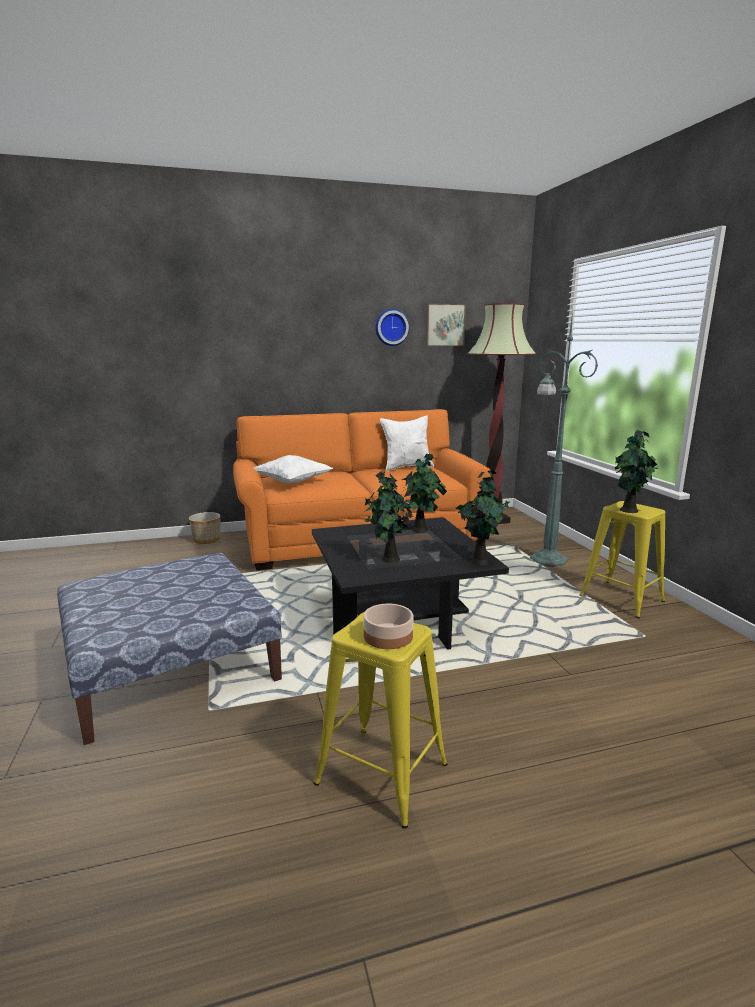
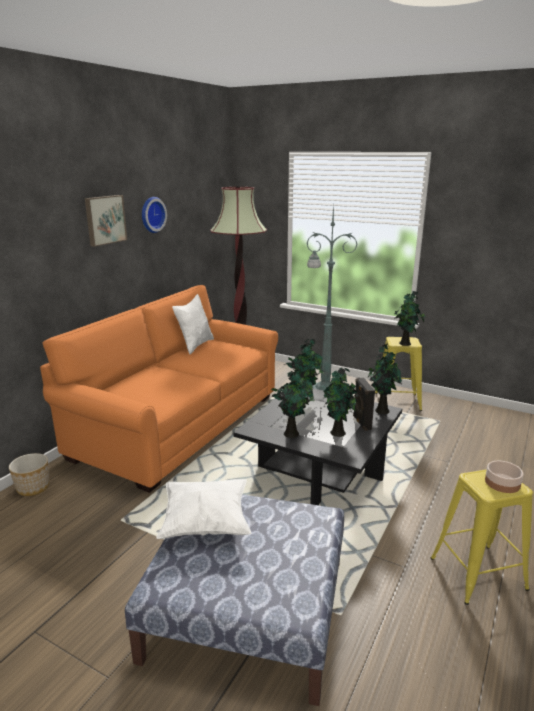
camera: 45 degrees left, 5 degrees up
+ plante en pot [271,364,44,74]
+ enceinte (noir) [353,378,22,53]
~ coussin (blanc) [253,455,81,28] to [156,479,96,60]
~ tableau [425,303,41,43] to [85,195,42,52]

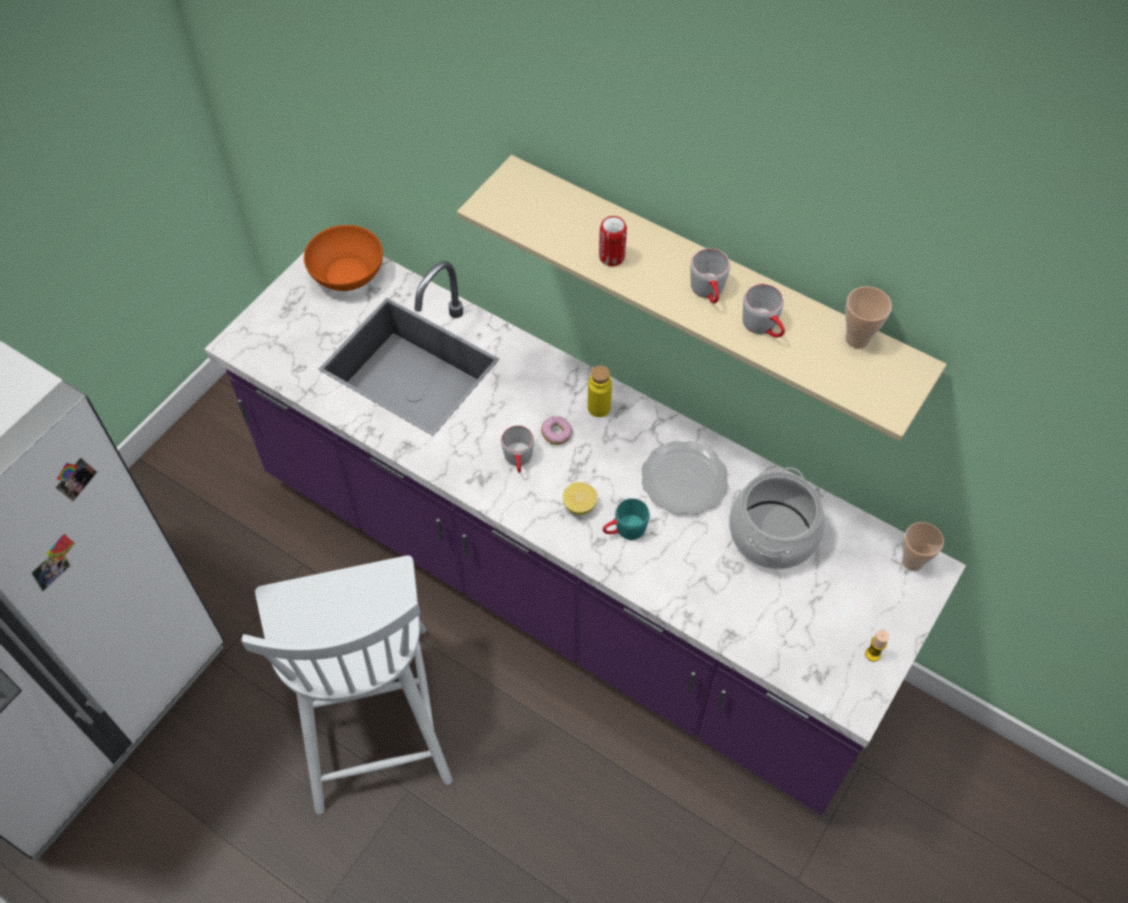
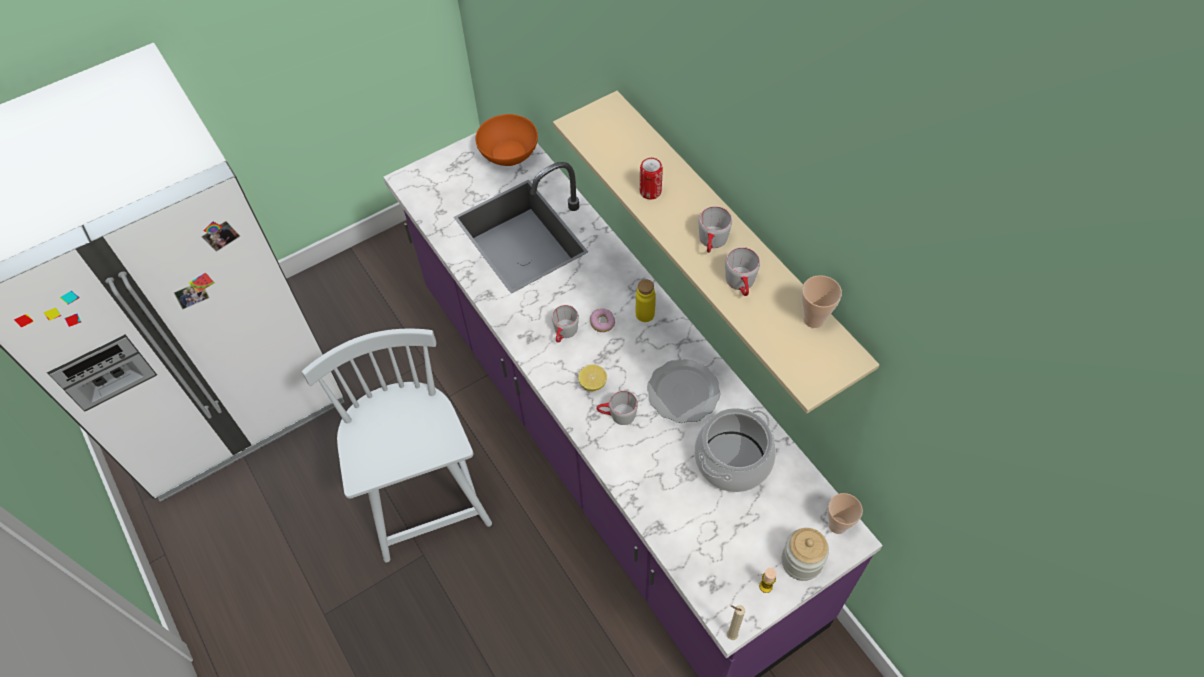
camera: 25 degrees right, 0 degrees up
+ bougie (beige) [727,605,18,35]
+ bocal [782,528,47,53]
~ mug (turquoise) [603,498,47,42] to mug (gris) [596,391,42,34]
~ chaise (blanc) [241,555,211,260] = [302,329,190,234] 150 degrees clockwise

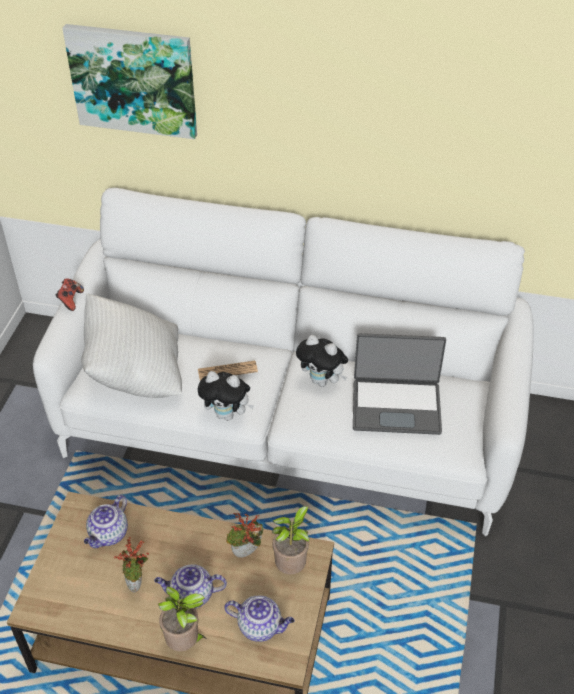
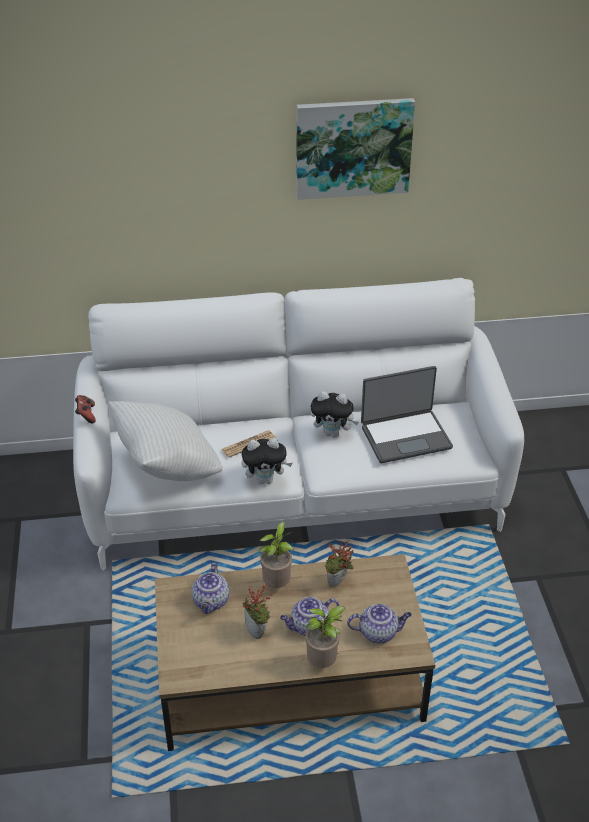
camera: 20 degrees left, 5 degrees down
~ tableau [62,24,135,115] to [296,98,119,102]
~ plante en pot [272,506,40,68] to [259,522,35,66]

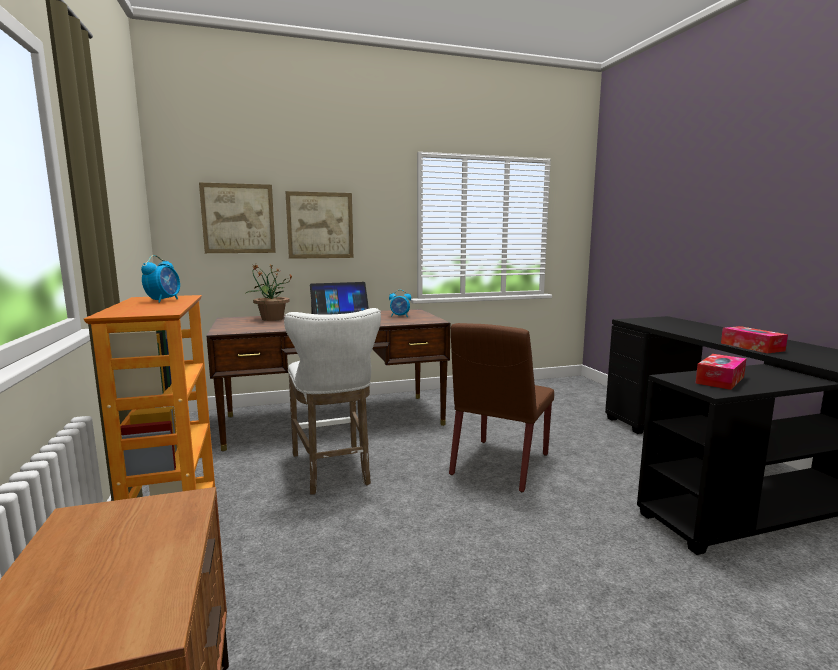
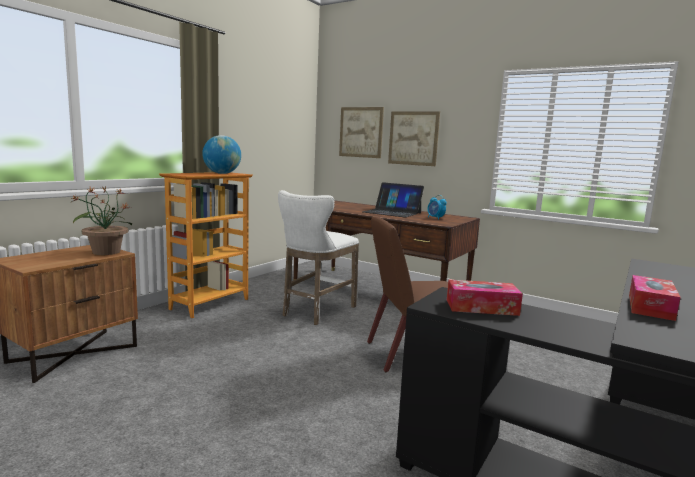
camera: 50 degrees right, 0 degrees up
~ plante en pot [246,264,46,57] to [72,186,60,69]
~ réveil [141,255,39,48] to globe [202,135,39,39]

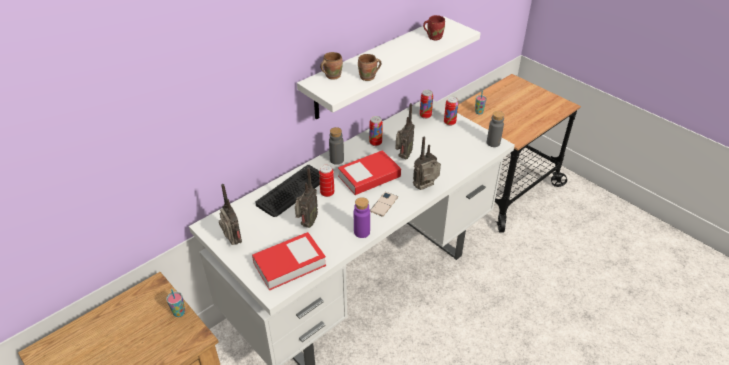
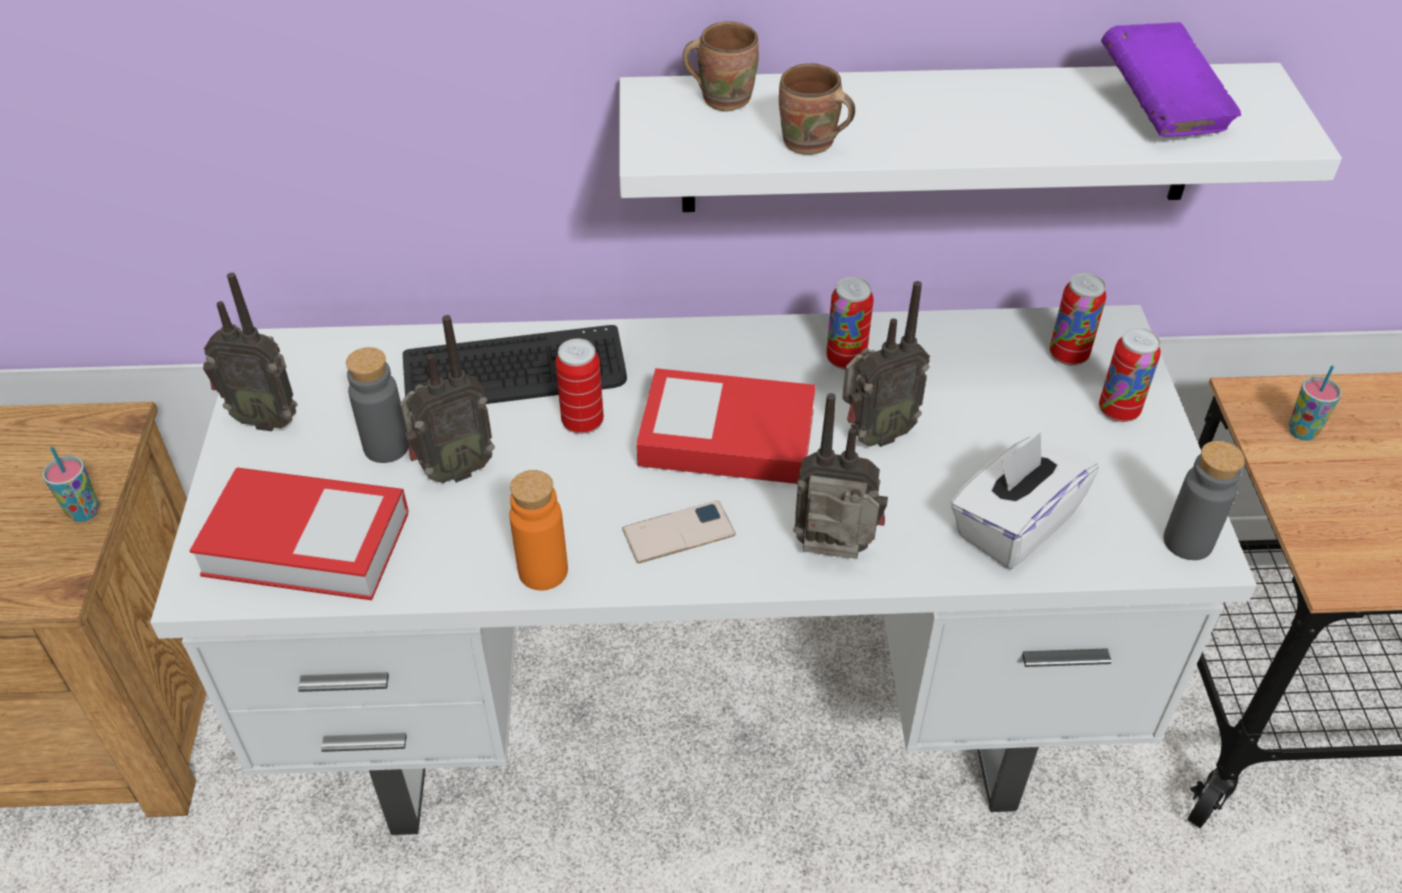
camera: 40 degrees right, 5 degrees up
+ boîte à mouchoirs (blanc) [950,432,149,137]
~ bouteille (gris) [329,127,15,38] to [346,347,63,116]
~ mug (rouge) [423,15,22,26] to livre (violet) [1101,22,140,115]
~ bouteille (violet) [354,197,16,41] to bouteille (orange) [509,470,59,121]
~ radio [219,184,23,61] = [203,272,94,159] 90 degrees clockwise

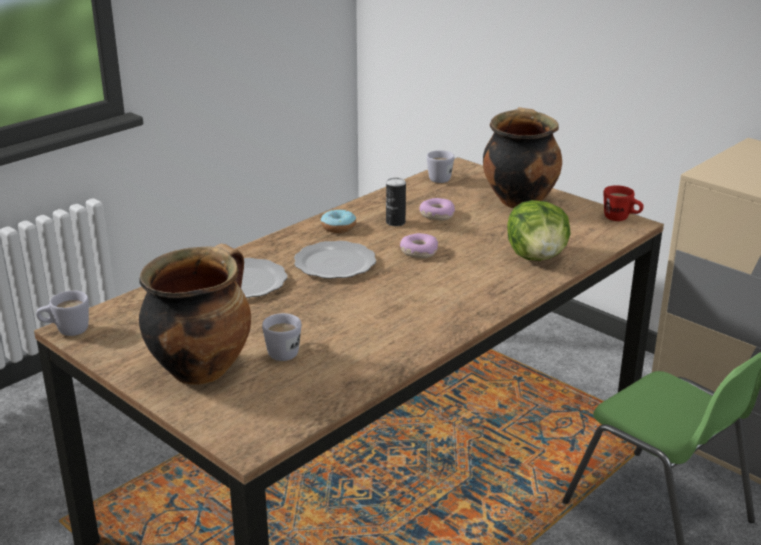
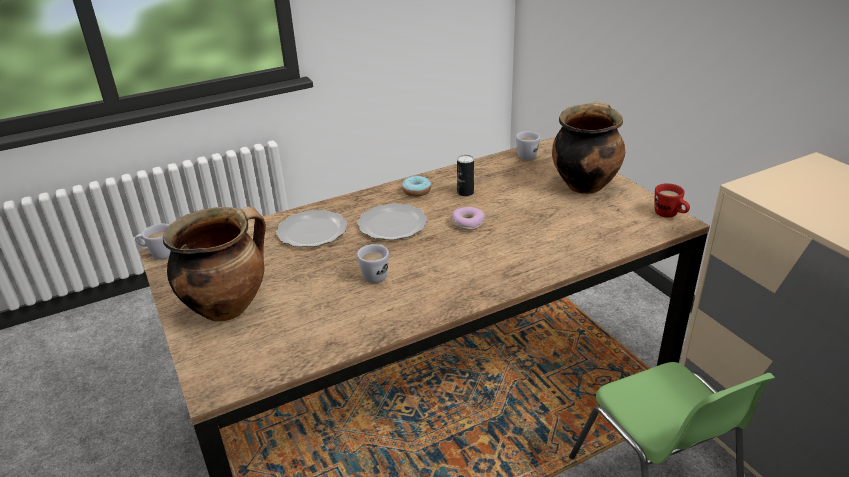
camera: 20 degrees right, 5 degrees up
- beignet [419,198,36,23]
- laitue [507,200,64,61]
~ mug (blanc) [262,313,39,48] to [357,244,32,39]

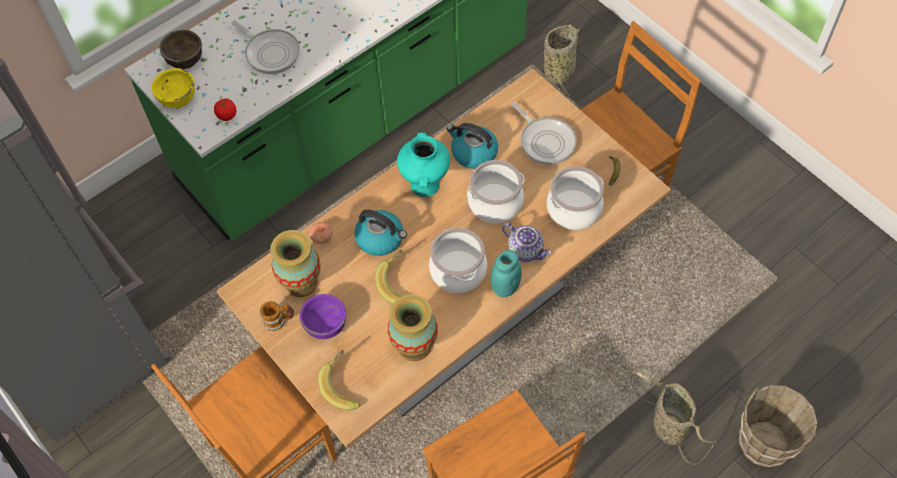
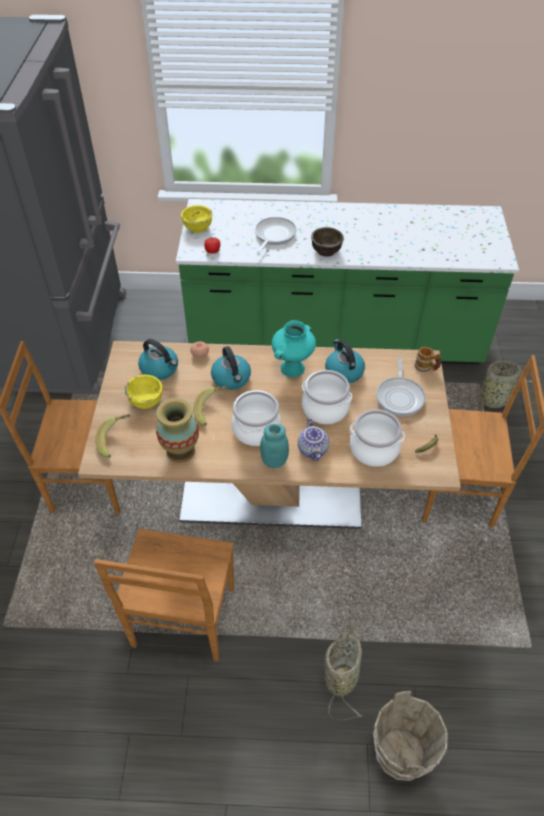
camera: 40 degrees right, 10 degrees down
~ bol (marron) [160,30,42,39] to [311,227,33,29]
~ mug [260,301,34,30] to [415,347,26,25]
~ vase [270,230,51,67] to bouilloire [138,339,40,41]
~ bol (violet) [300,294,46,45] to bol (jaune) [125,375,38,34]
~ poêle [232,20,68,54] = [255,217,41,37] 150 degrees counterclockwise

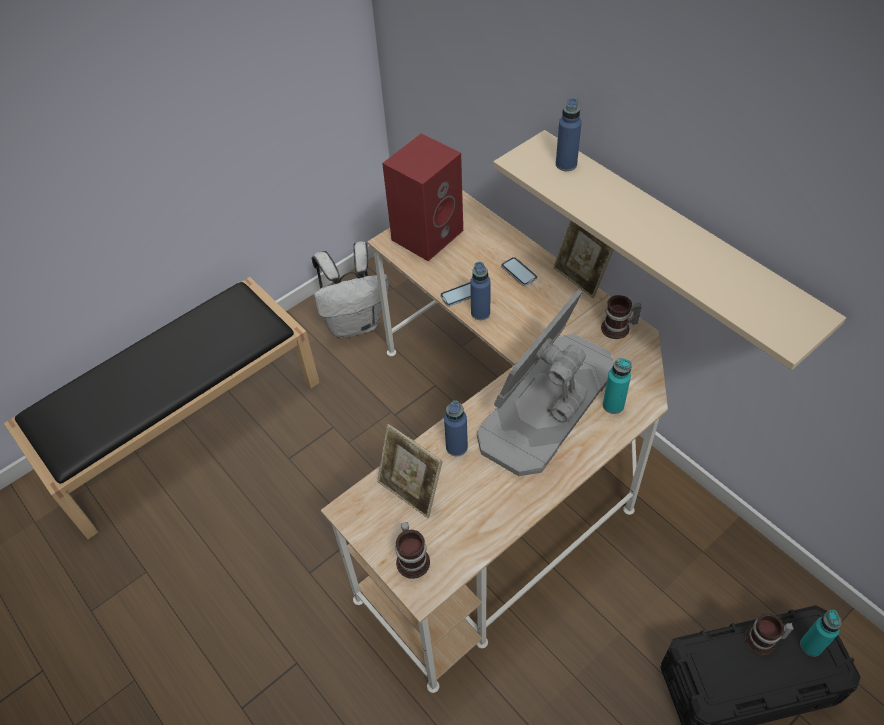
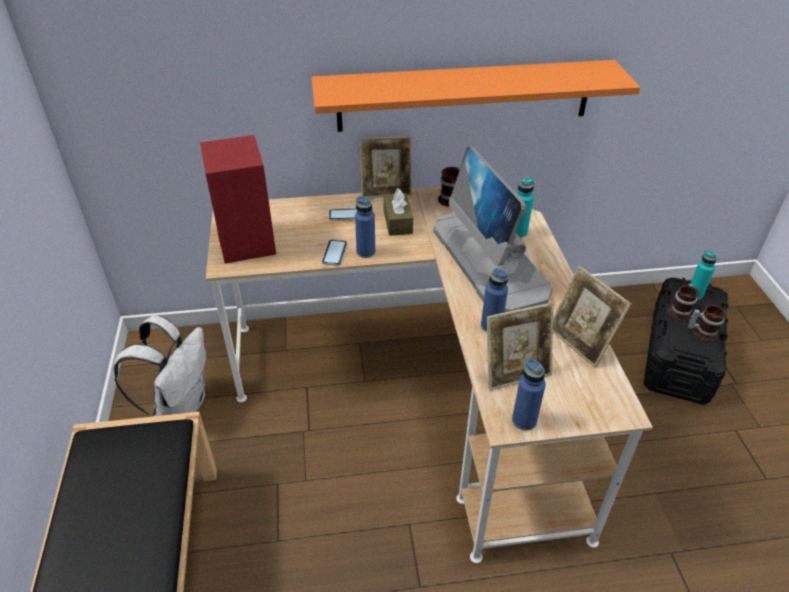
camera: 60 degrees left, 10 degrees down
+ boîte à mouchoirs (marron) [383,188,30,48]
+ cadre photo [553,266,78,102]
~ mug [395,522,35,57] to [688,305,38,37]
~ bouteille (bleu) [556,98,26,73] to [512,358,34,73]
~ étagère (beige) [493,130,353,240] to étagère (orange) [311,60,329,72]

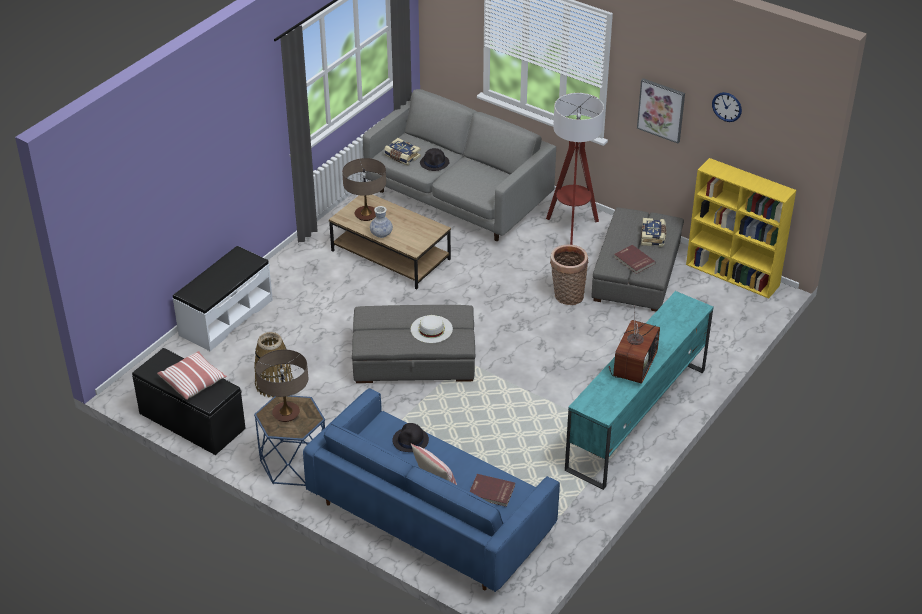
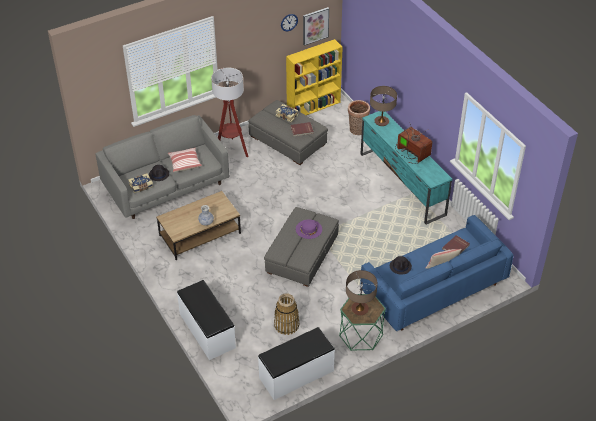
camera: 65 degrees left, 5 degrees up
~ coussin [157,351,70,49] to [168,148,34,24]
~ lampe de table [342,158,44,63] to [370,86,27,40]
~ panier [550,244,38,61] to [348,100,22,35]
~ tableau [637,78,48,65] to [303,7,26,39]
~ banc (noir) [132,348,114,107] to banc (blanc) [258,327,77,73]
~ table d'appoint (bleu) [254,395,71,91] to table d'appoint (vert) [339,294,47,57]
~ chapeau (blanc) [411,315,42,28] to chapeau (violet) [296,220,26,19]

